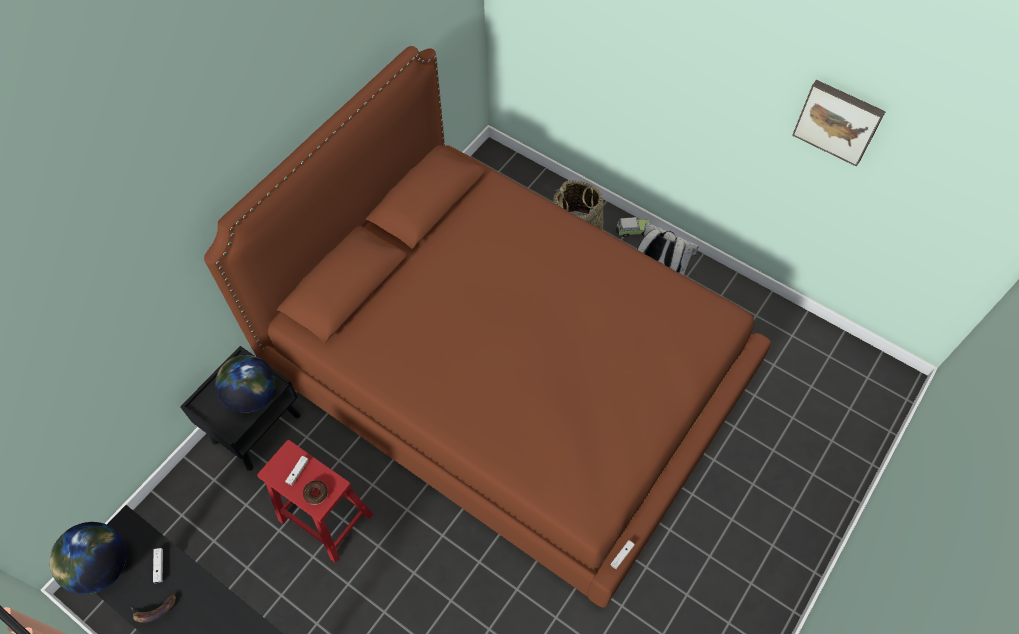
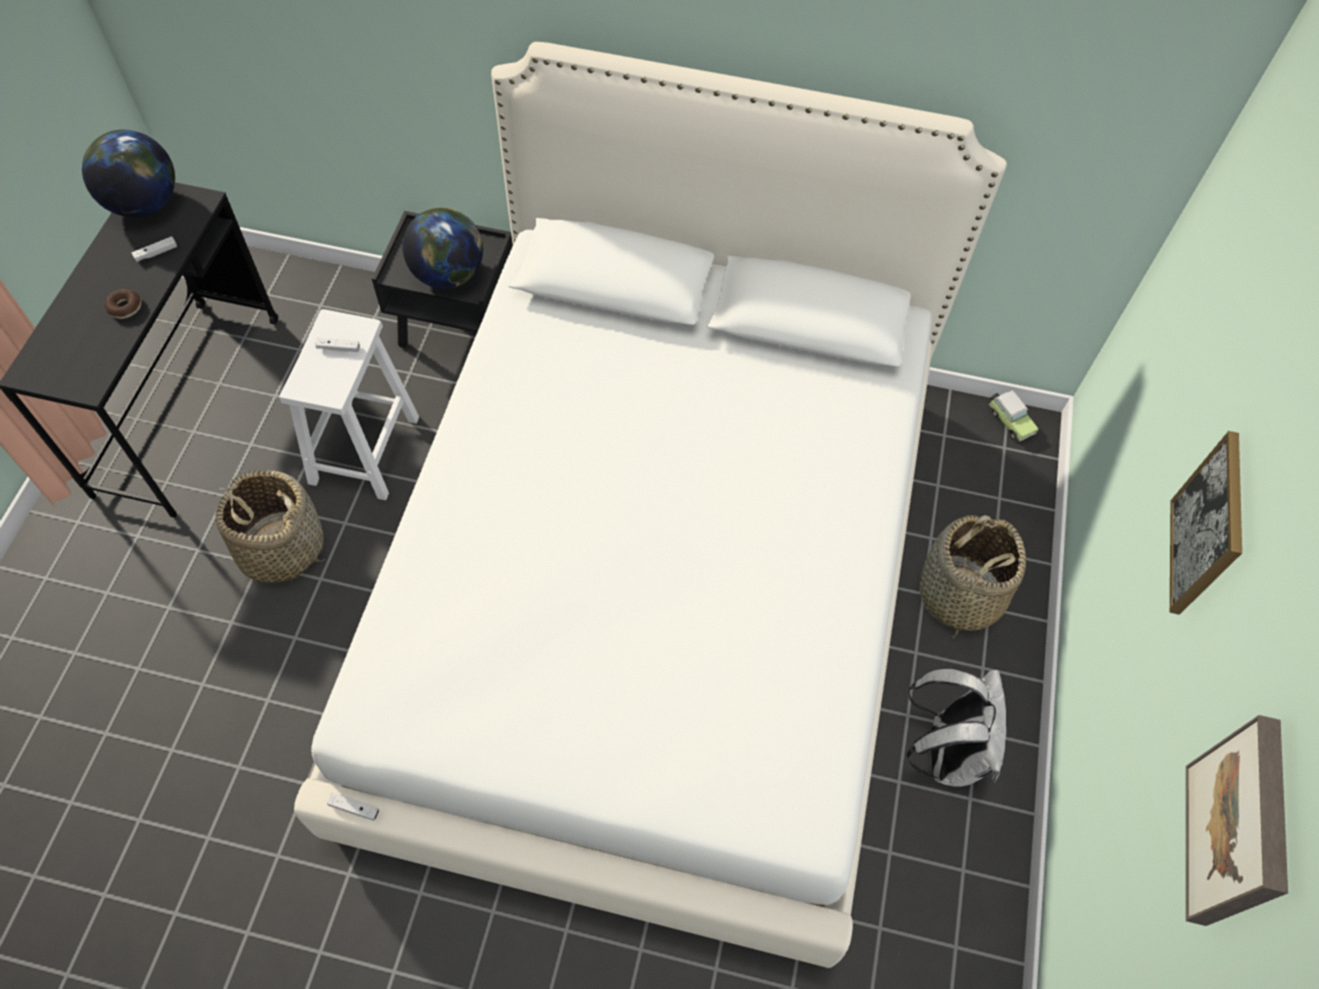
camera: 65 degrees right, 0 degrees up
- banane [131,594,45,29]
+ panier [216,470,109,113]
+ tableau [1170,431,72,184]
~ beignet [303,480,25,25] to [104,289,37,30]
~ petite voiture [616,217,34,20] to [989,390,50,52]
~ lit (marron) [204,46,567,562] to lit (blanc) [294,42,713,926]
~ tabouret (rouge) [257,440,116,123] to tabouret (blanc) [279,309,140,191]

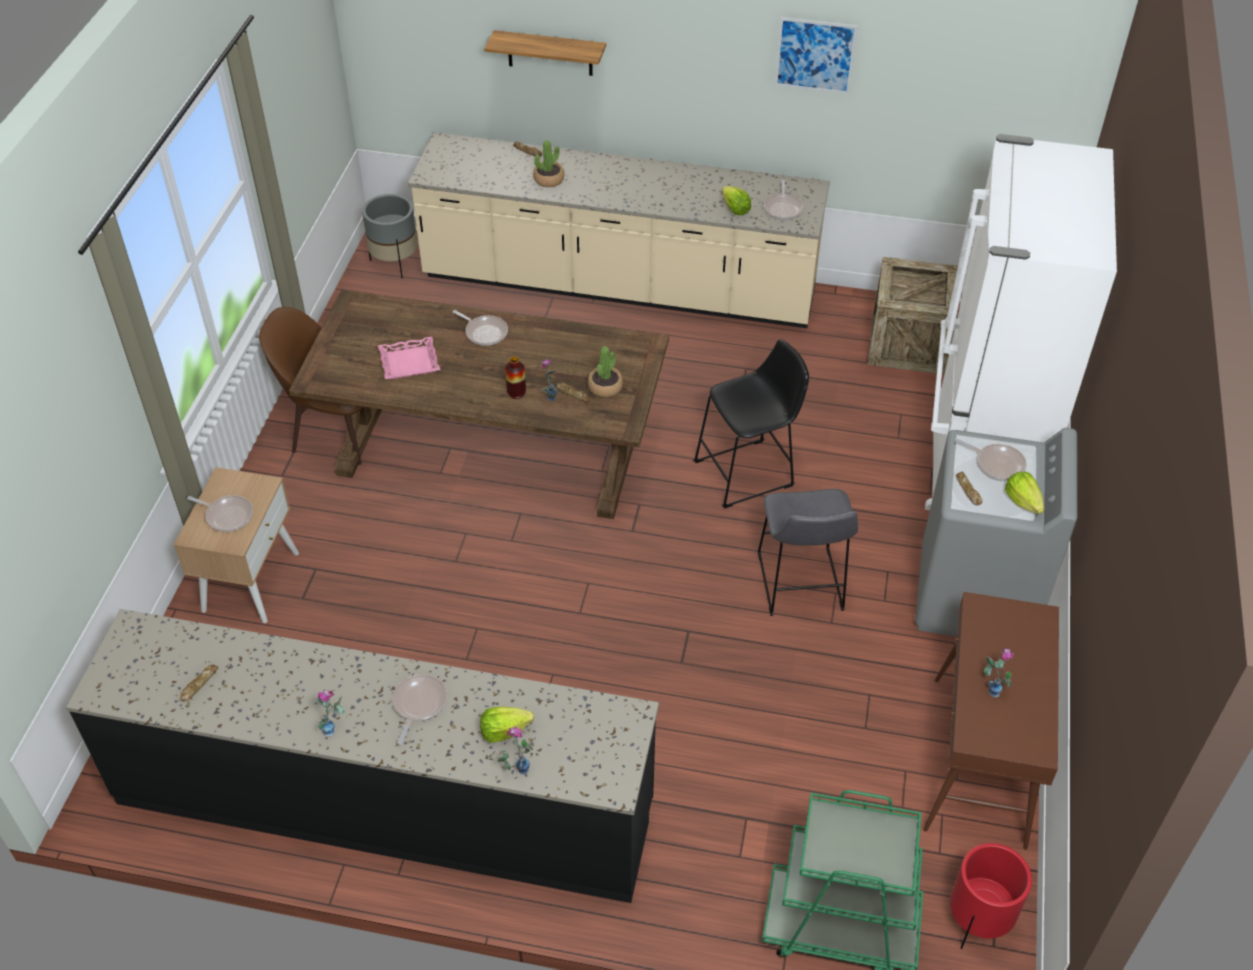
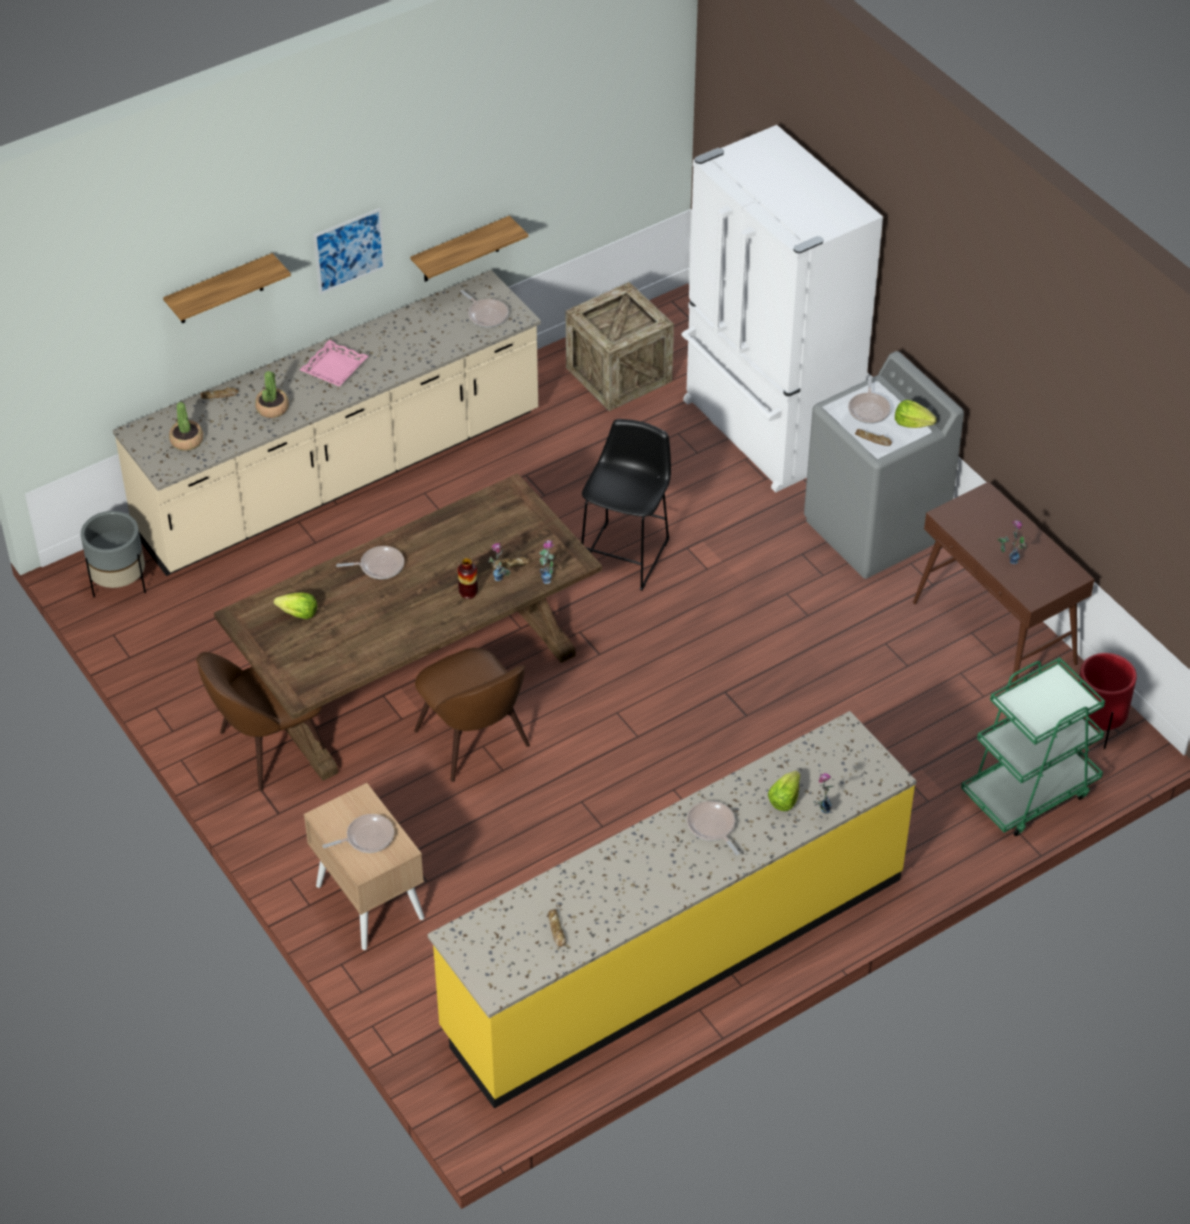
camera: 45 degrees left, 0 degrees up
- tabouret (gris) [758,489,100,127]
+ étagère [410,216,118,66]
+ chaise (marron) [414,648,116,134]
~ vase [316,689,29,48] to [539,540,15,44]
~ plateau (rose) [378,337,62,42] to [300,340,69,47]
~ plante en pot [588,346,35,52] to [169,402,34,49]
~ laitue [722,186,29,29] to [274,592,43,27]
~ tableau [775,17,83,77] to [313,208,72,87]
~ comptoir de cuisine (noir) [66,609,593,294] to comptoir de cuisine (jaune) [428,711,489,398]
~ poêle [955,439,72,42] = [848,376,43,48] 105 degrees clockwise

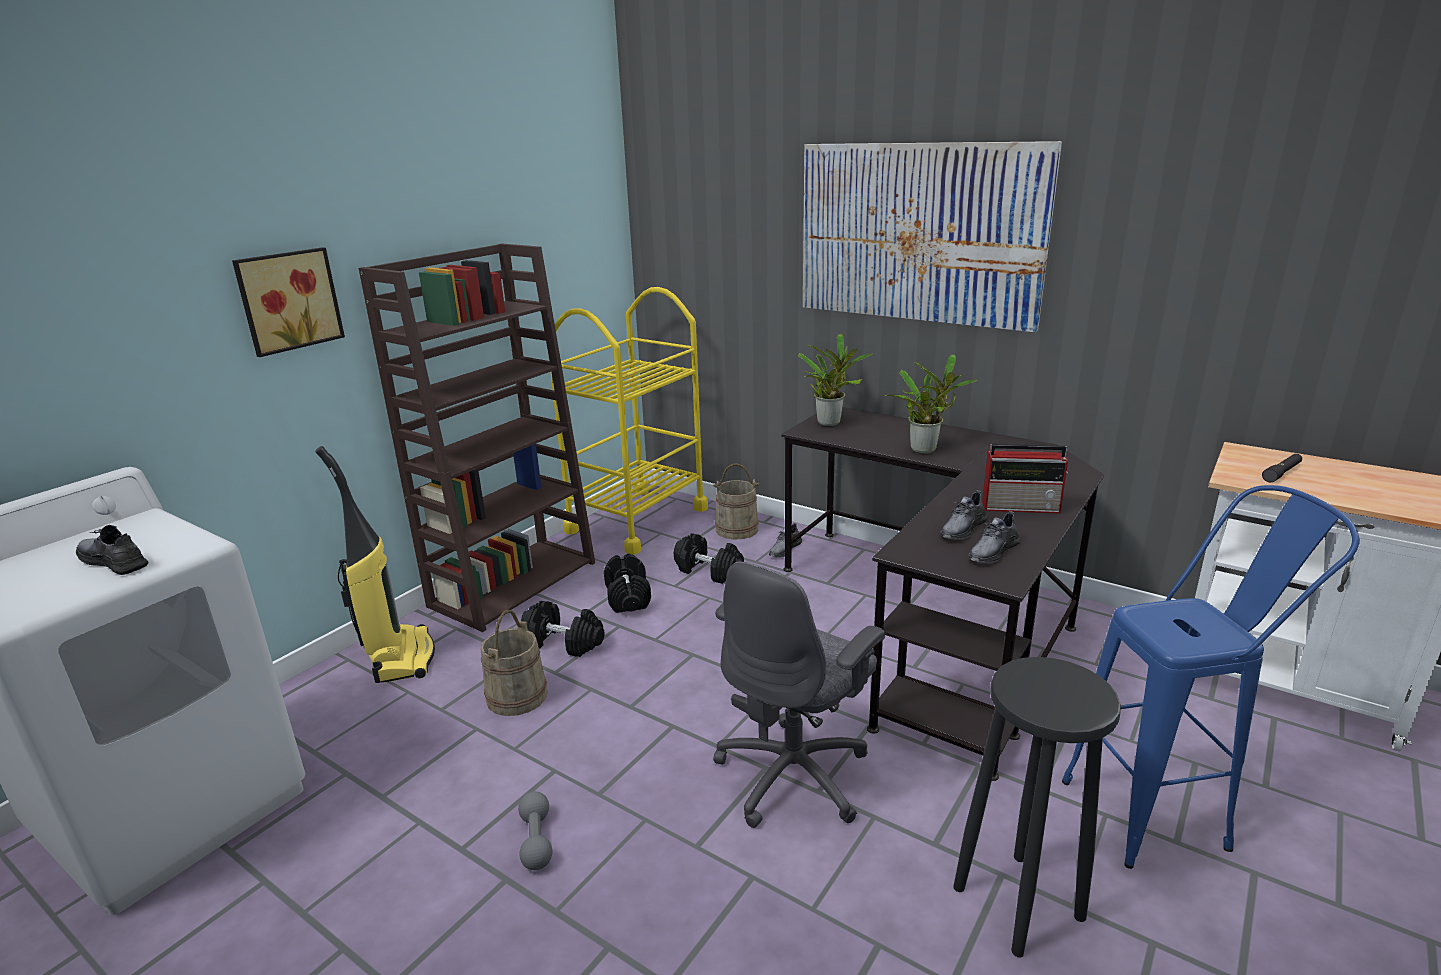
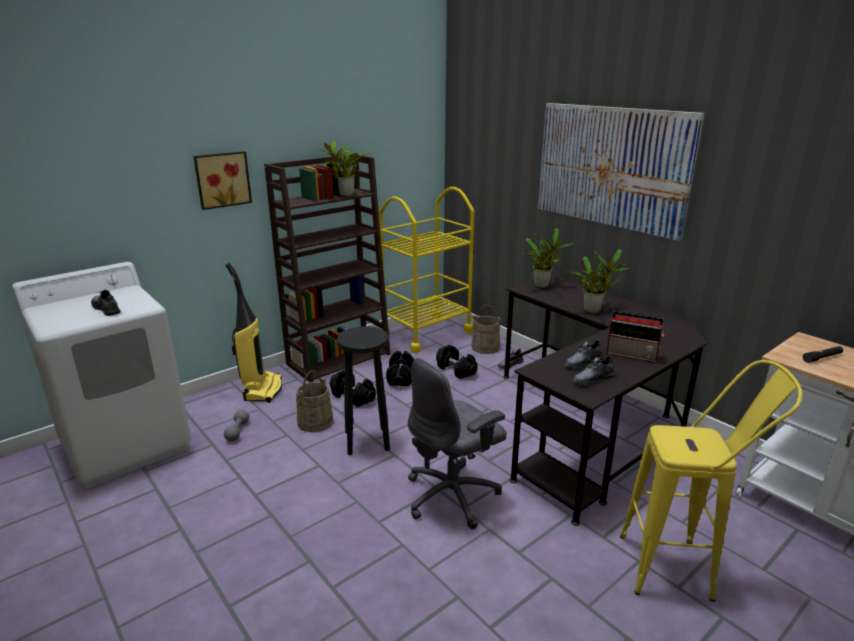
camera: 15 degrees right, 0 degrees up
+ plante en pot [318,140,53,56]
~ haltère (gris) [518,791,34,79] to [224,410,25,31]
~ tabouret (noir) [954,657,167,301] to [337,326,53,129]
~ tabouret (bleu) [1062,485,298,384] to tabouret (jaune) [620,360,183,242]

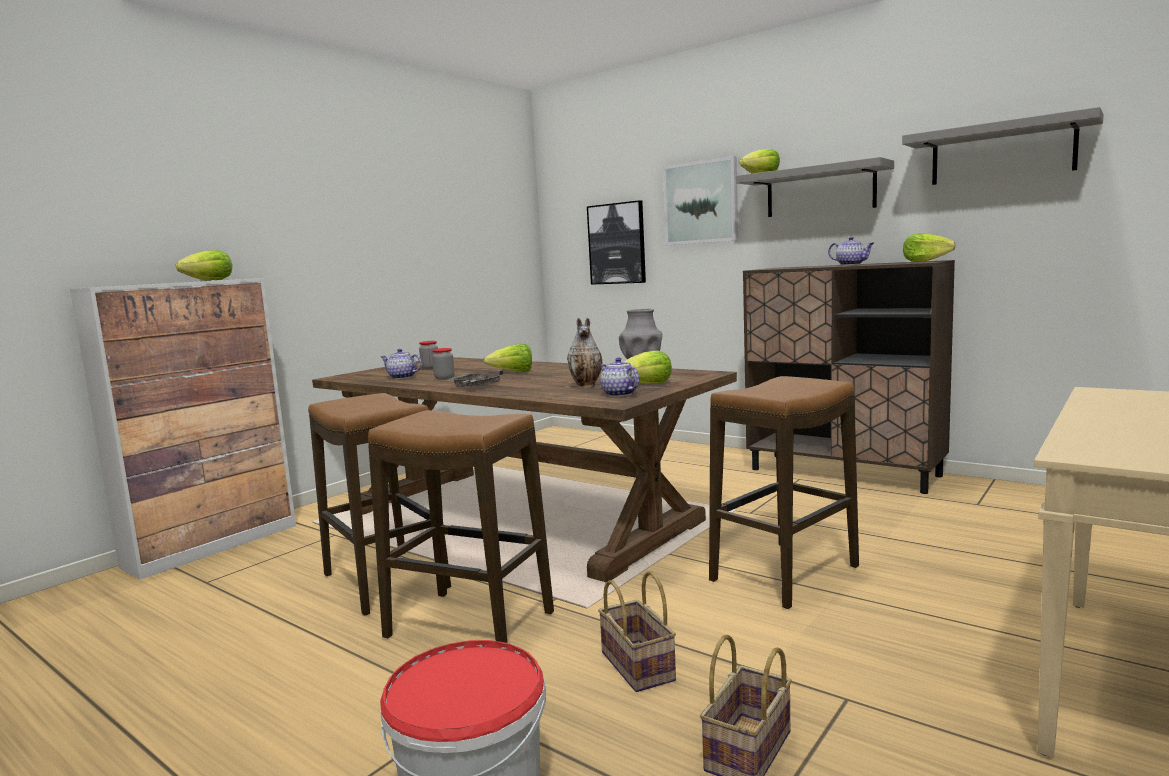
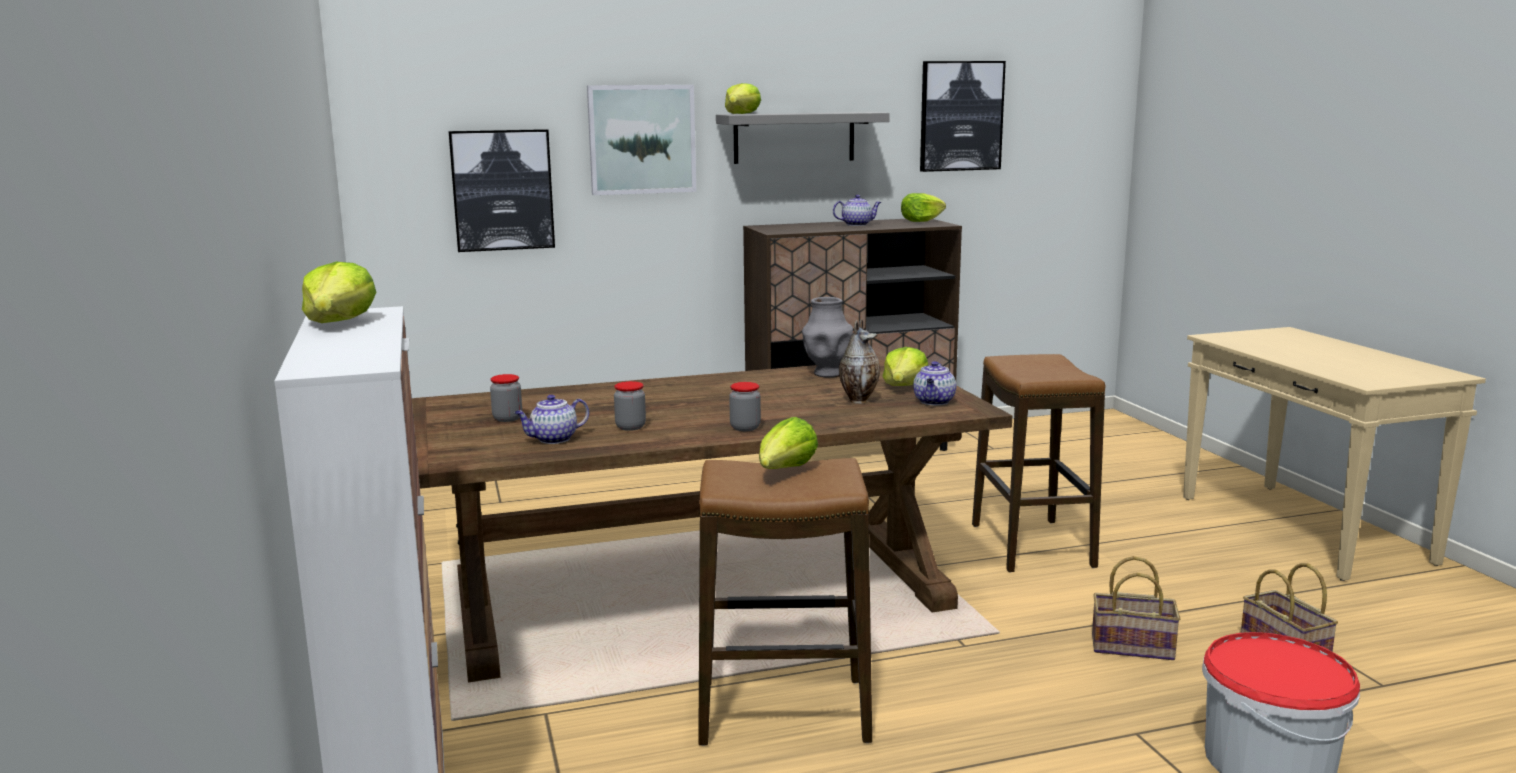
camera: 55 degrees left, 5 degrees up
- tabouret [368,410,186,233]
~ laitue [483,343,49,29] to [759,417,59,52]
~ plateau (gris) [449,370,54,17] to bocal [729,382,32,49]
~ étagère (gris) [902,107,202,78] to tableau [920,61,86,111]
~ théière [600,358,39,39] = [913,361,43,44] 75 degrees counterclockwise

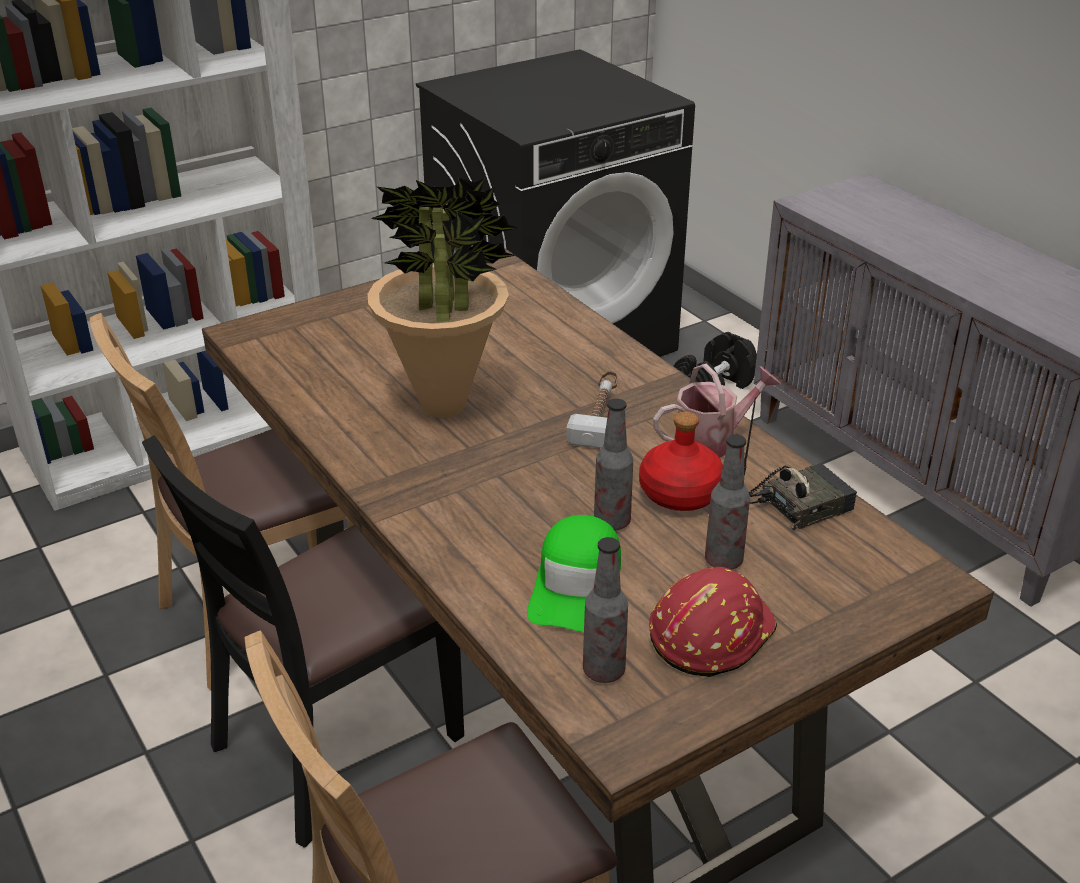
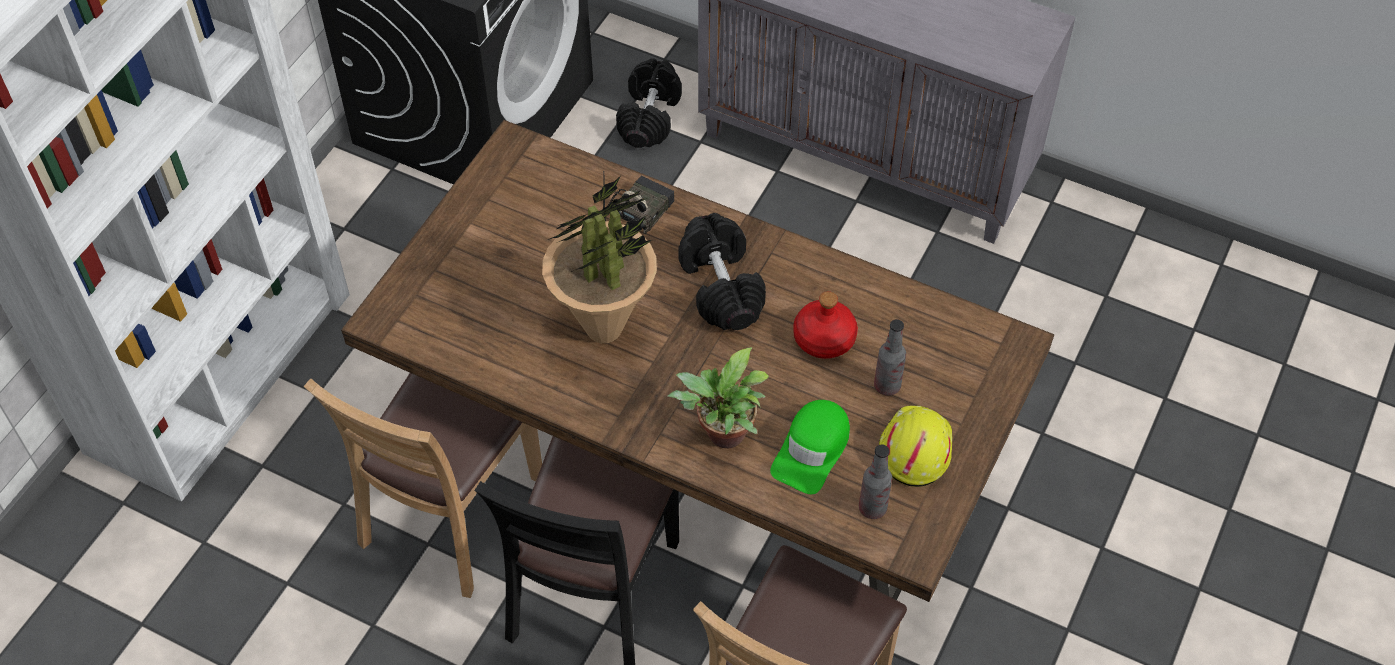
camera: 30 degrees left, 20 degrees up
- bouteille [594,398,39,132]
- arrosoir [653,363,128,95]
+ plante en pot [667,347,102,101]
~ radio [744,397,113,133] to [603,171,71,63]
~ marteau [566,371,51,77] to haltère (noir) [678,213,88,117]
~ casque de chantier (rouge) [649,567,128,110] to casque de chantier (jaune) [879,405,73,82]
~ casquette (vert) [527,515,94,117] = [770,400,80,94] 45 degrees clockwise

